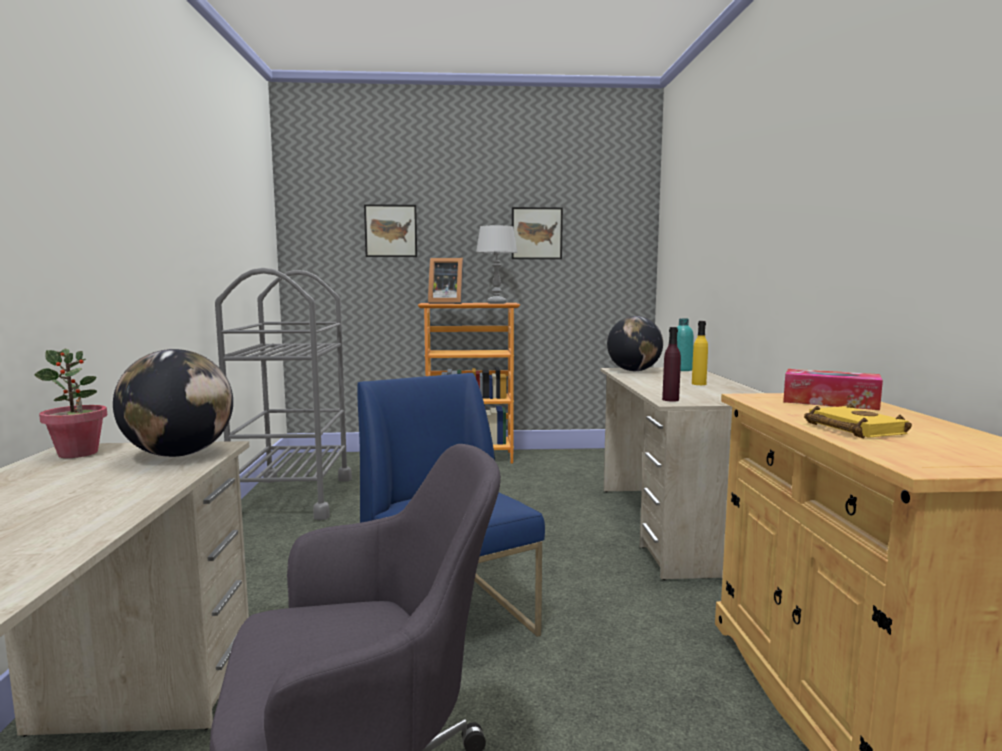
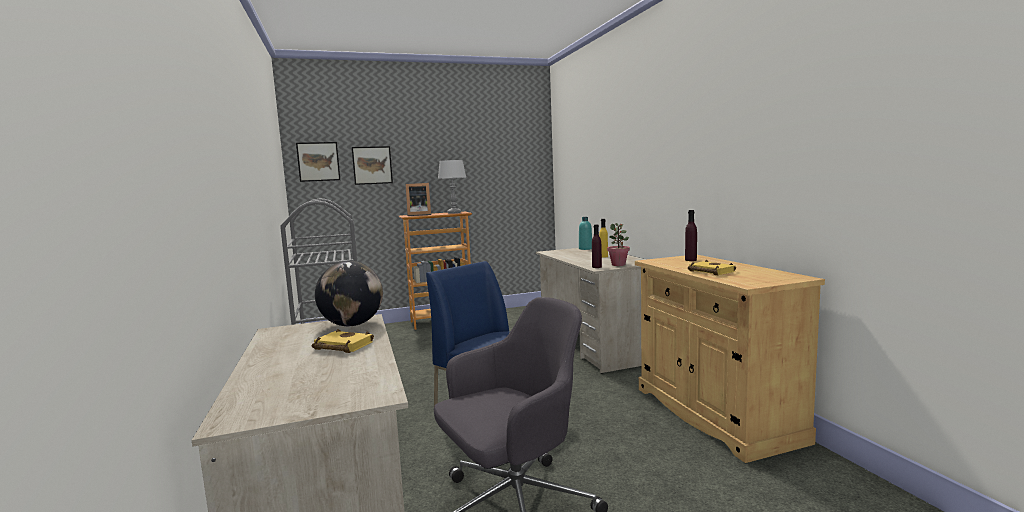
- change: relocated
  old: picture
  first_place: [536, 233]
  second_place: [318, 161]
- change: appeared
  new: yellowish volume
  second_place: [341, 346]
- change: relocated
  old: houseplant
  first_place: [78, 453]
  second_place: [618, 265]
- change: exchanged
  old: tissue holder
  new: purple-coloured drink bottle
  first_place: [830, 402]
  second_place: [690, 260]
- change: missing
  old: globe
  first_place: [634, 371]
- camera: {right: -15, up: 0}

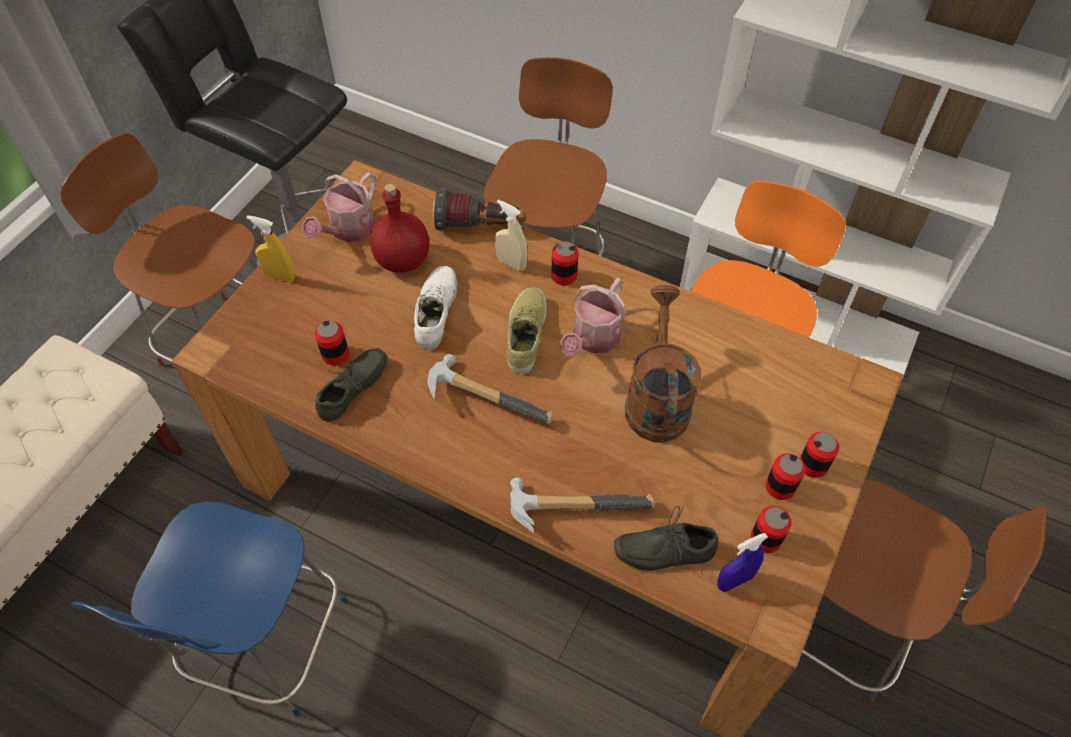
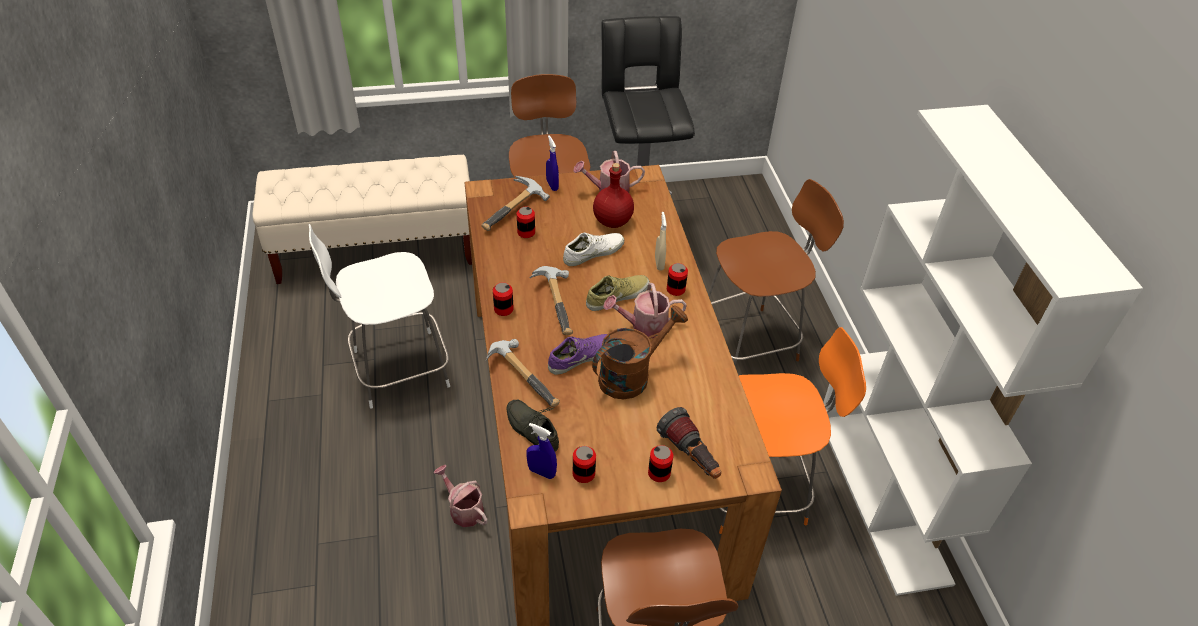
- change: colour
  old: bluish upright chair
  new: whitish upright chair
  first_place: [265, 645]
  second_place: [397, 369]
- change: appeared
  new: sprinkling can
  second_place: [463, 509]
- change: appeared
  new: hammer
  second_place: [516, 212]
- change: relocated
  old: can
  first_place: [780, 487]
  second_place: [503, 309]
- change: colour
  old: yellowish spray bottle
  new: bluish spray bottle
  first_place: [280, 276]
  second_place: [552, 185]
- change: appeared
  new: purple-coloured low shoe
  second_place: [581, 356]
- change: relocated
  old: torch
  first_place: [480, 227]
  second_place: [690, 457]
- change: missing
  old: gray low shoe
  first_place: [355, 390]
- camera: {right: 50, up: -10}

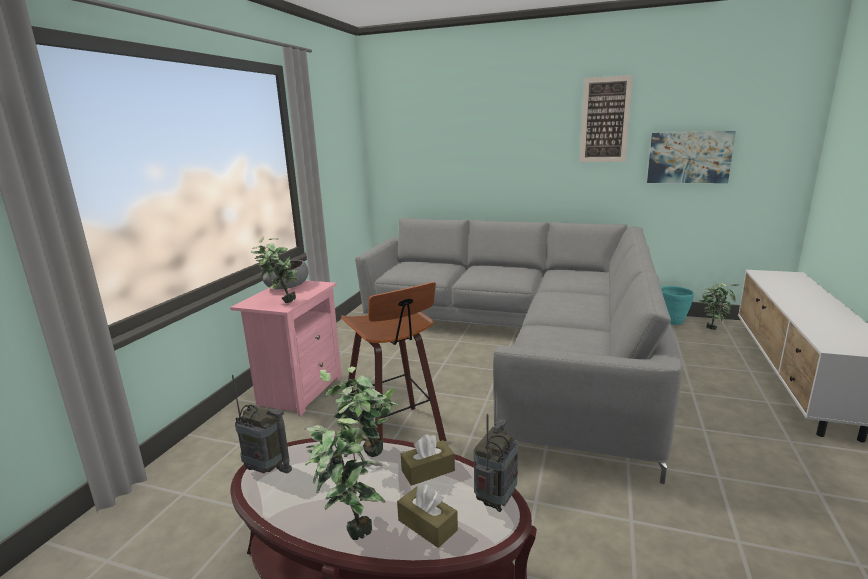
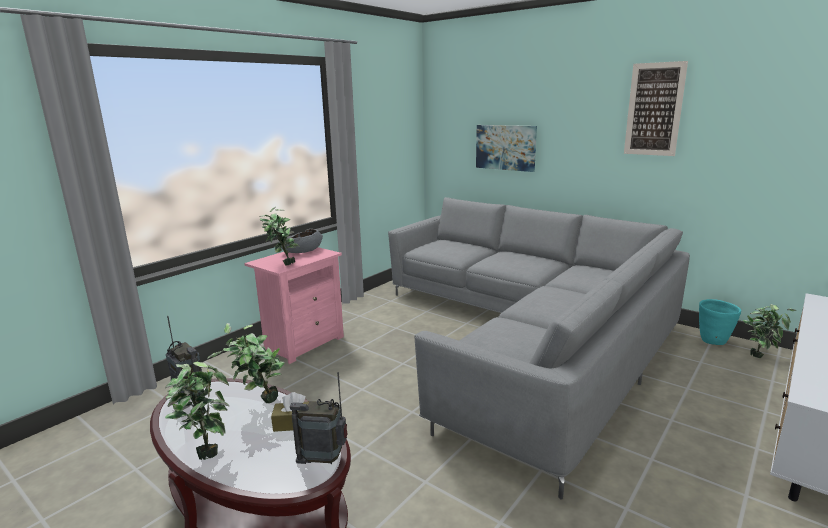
- change: spun
  old: radio set
  first_place: [495, 500]
  second_place: [323, 460]
  degrees: -135
- change: relocated
  old: picture
  first_place: [689, 157]
  second_place: [505, 147]
- change: missing
  old: stool seat
  first_place: [397, 437]
- change: missing
  old: brown-coloured tissue holder
  first_place: [427, 525]
- camera: {right: 20, up: 0}

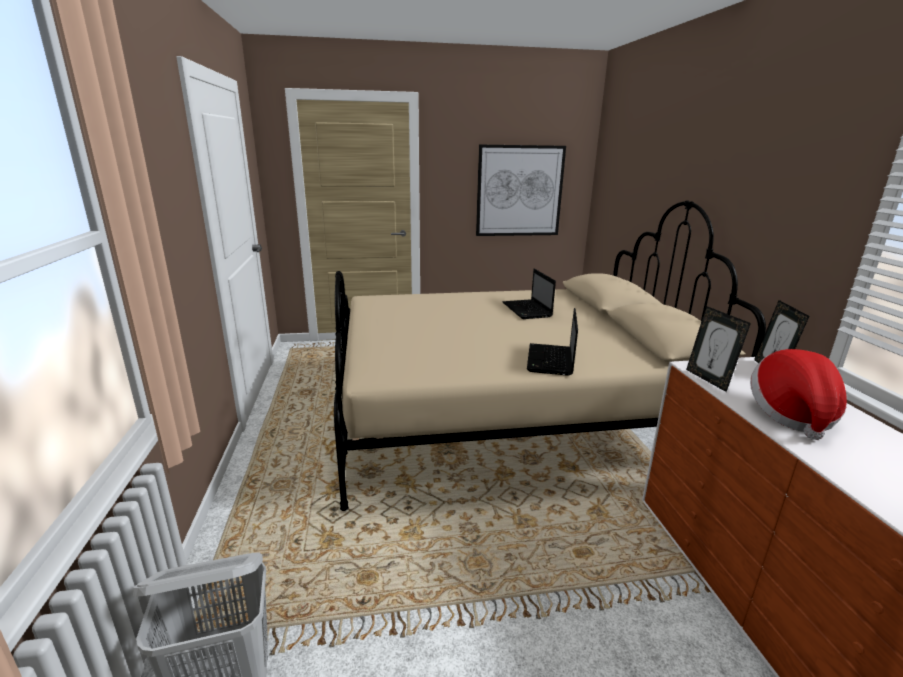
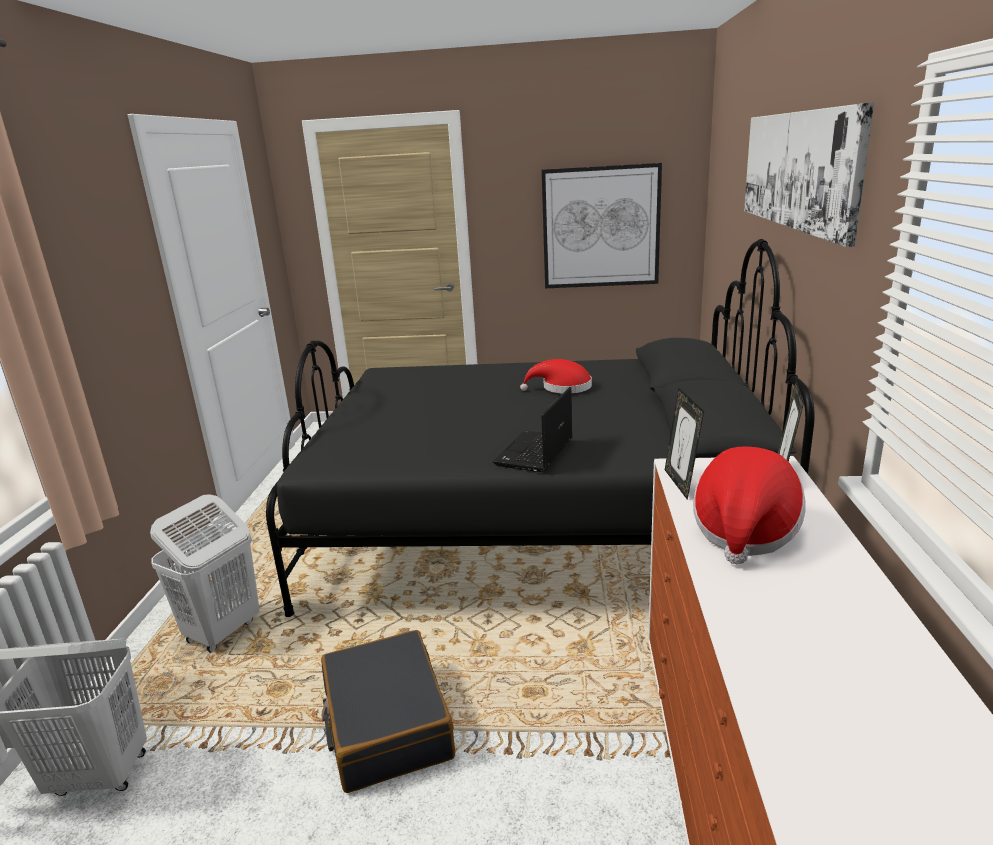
- change: appeared
  new: whitish washing basket
  second_place: [222, 632]
- change: colour
  old: beige bedroom bed
  new: blackish bedroom bed
  first_place: [507, 417]
  second_place: [534, 524]
- change: appeared
  new: blackish suitcase
  second_place: [386, 723]
- change: exchanged
  old: portable computer
  new: reddish clothing hat
  first_place: [527, 310]
  second_place: [562, 388]
- change: appeared
  new: picture
  second_place: [797, 169]
- camera: {right: 15, up: 0}

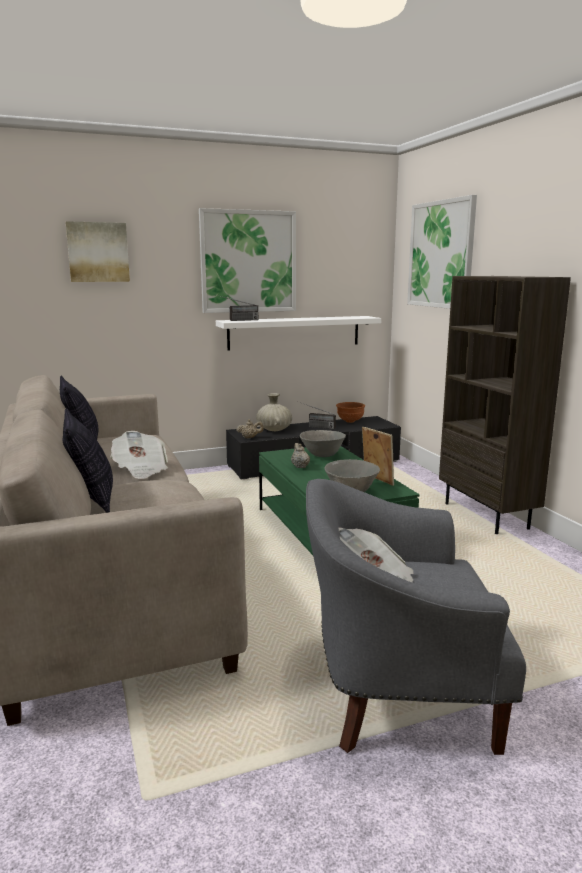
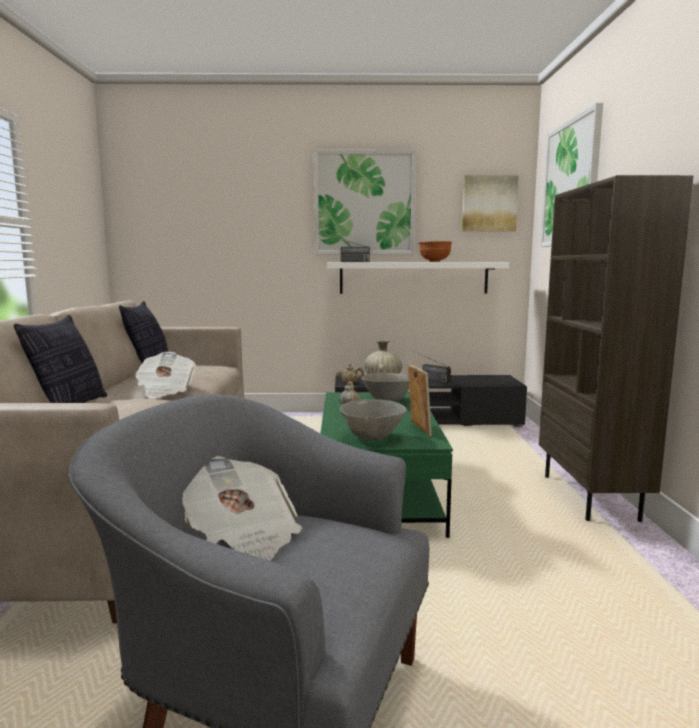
- change: relocated
  old: brown-coloured serving bowl
  first_place: [350, 421]
  second_place: [434, 262]
- change: relocated
  old: picture
  first_place: [98, 252]
  second_place: [489, 203]
- camera: {right: 20, up: -5}

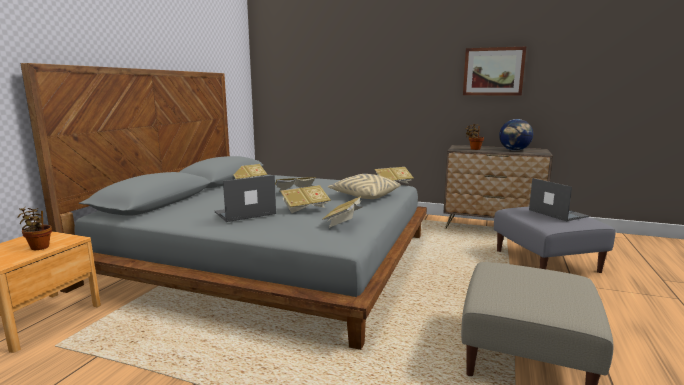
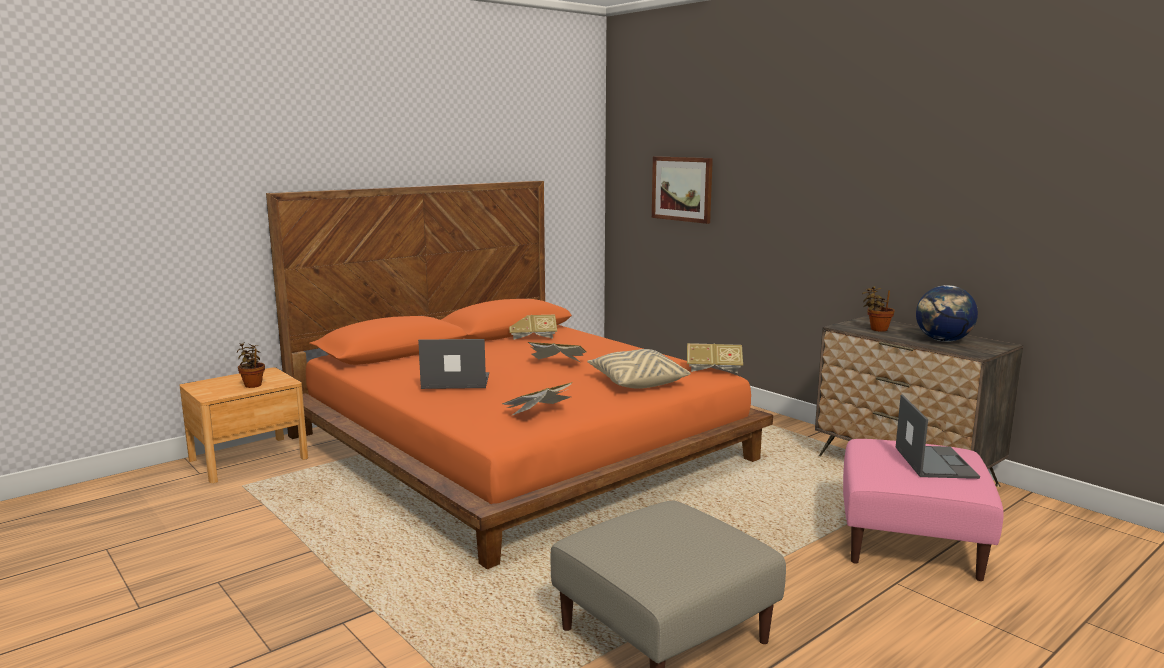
- change: colour
  old: gray bedroom bed
  new: orangey bedroom bed
  first_place: [271, 258]
  second_place: [520, 447]
- change: relocated
  old: picture
  first_place: [493, 71]
  second_place: [682, 189]
- change: colour
  old: gray ottoman
  new: pink ottoman
  first_place: [545, 261]
  second_place: [909, 540]
- change: missing
  old: volume
  first_place: [305, 208]
- camera: {right: 30, up: 0}

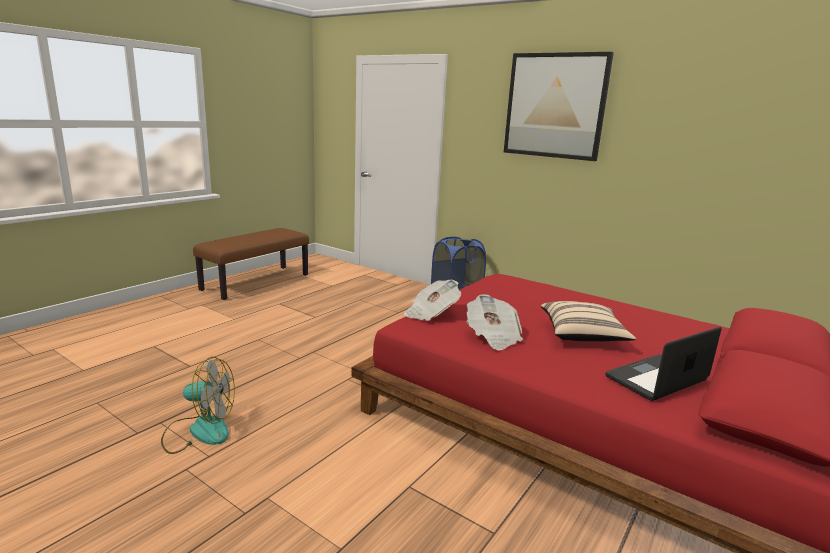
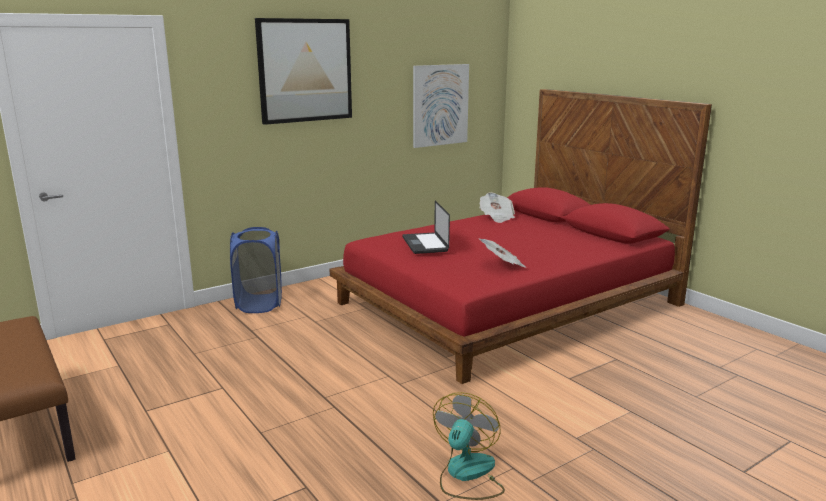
- change: relocated
  old: portable computer
  first_place: [656, 379]
  second_place: [425, 244]
- change: appeared
  new: picture
  second_place: [440, 105]
- change: relocated
  old: newspaper
  first_place: [431, 314]
  second_place: [496, 217]
- change: missing
  old: beige pillow
  first_place: [583, 335]
- camera: {right: -70, up: 0}

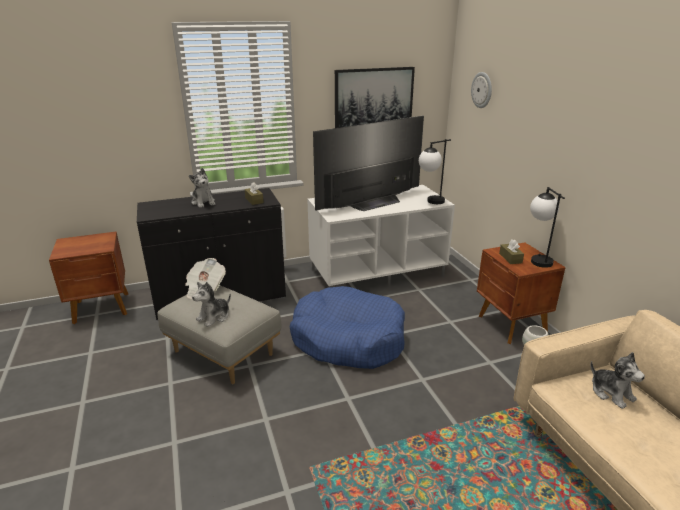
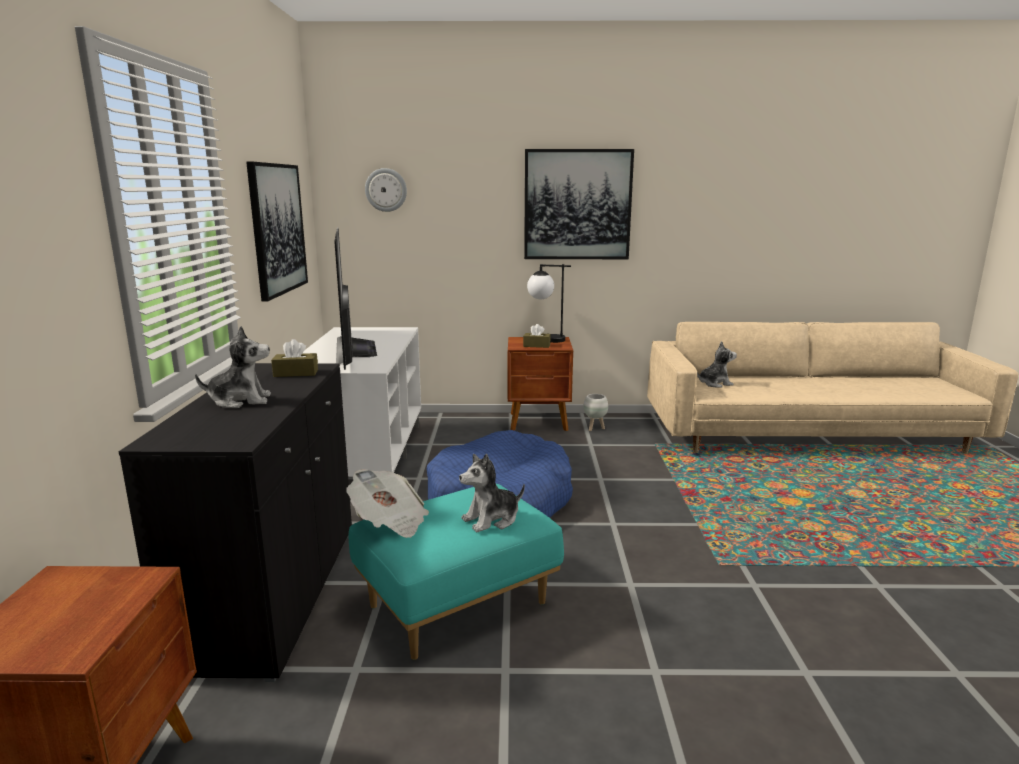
- change: colour
  old: gray ottoman
  new: turquoise-coloured ottoman
  first_place: [224, 353]
  second_place: [458, 604]
- change: spun
  old: plush toy
  first_place: [214, 317]
  second_place: [491, 519]
  degrees: 90
- change: appeared
  new: picture
  second_place: [577, 205]
- change: missing
  old: tabletop lamp
  first_place: [430, 202]
- camera: {right: -70, up: -10}

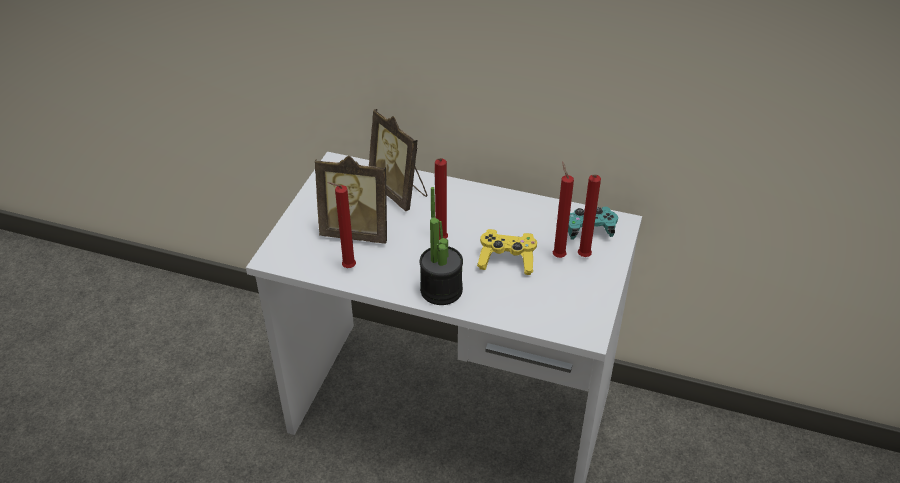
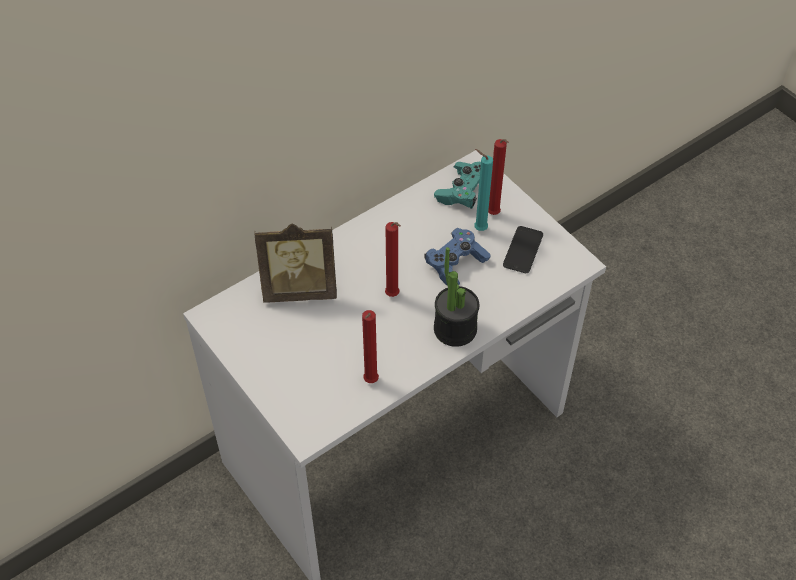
- change: colour
  old: yellowish game controller
  new: bluish game controller
  first_place: [507, 260]
  second_place: [456, 264]
- change: colour
  old: reddish candle
  new: turquoise-coloured candle
  first_place: [558, 255]
  second_place: [478, 229]
- change: appeared
  new: phone
  second_place: [523, 250]
- change: missing
  old: picture frame
  first_place: [357, 231]
- camera: {right: -55, up: 10}

